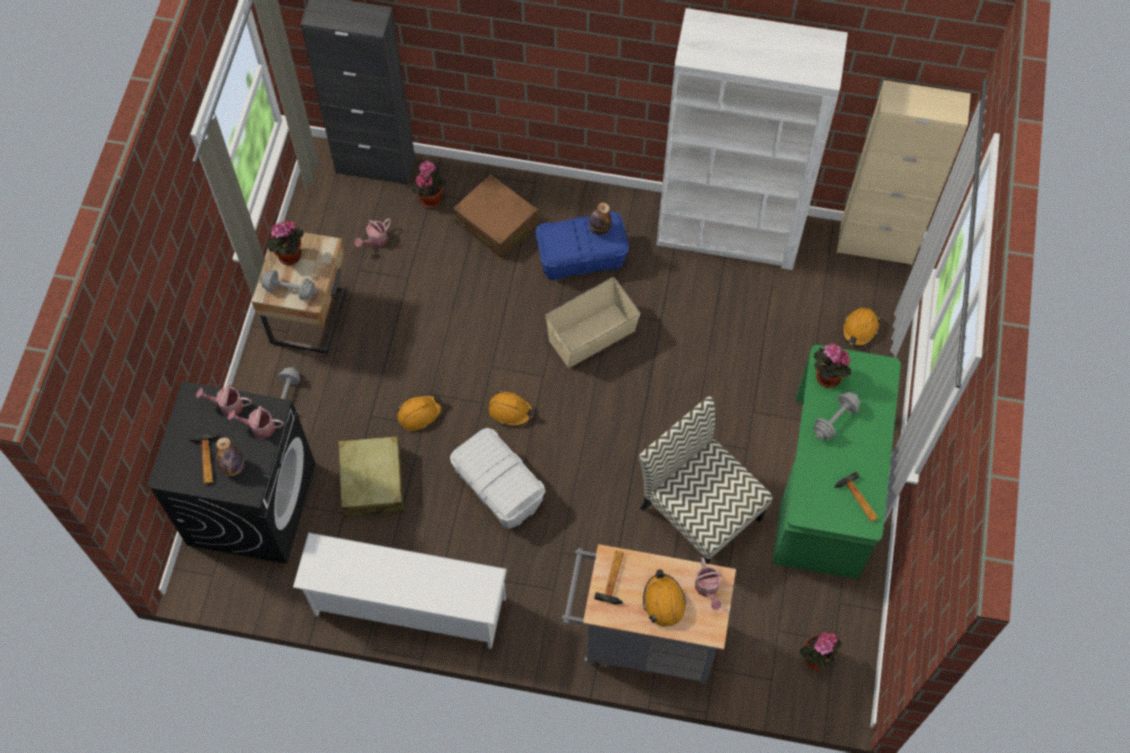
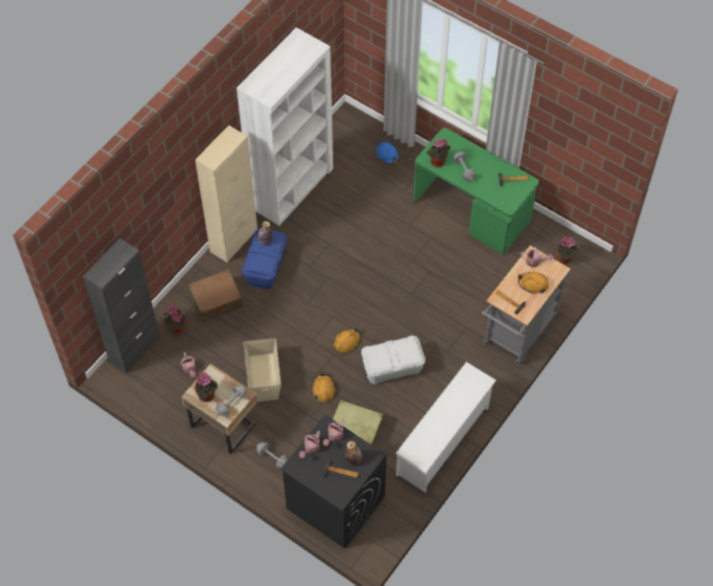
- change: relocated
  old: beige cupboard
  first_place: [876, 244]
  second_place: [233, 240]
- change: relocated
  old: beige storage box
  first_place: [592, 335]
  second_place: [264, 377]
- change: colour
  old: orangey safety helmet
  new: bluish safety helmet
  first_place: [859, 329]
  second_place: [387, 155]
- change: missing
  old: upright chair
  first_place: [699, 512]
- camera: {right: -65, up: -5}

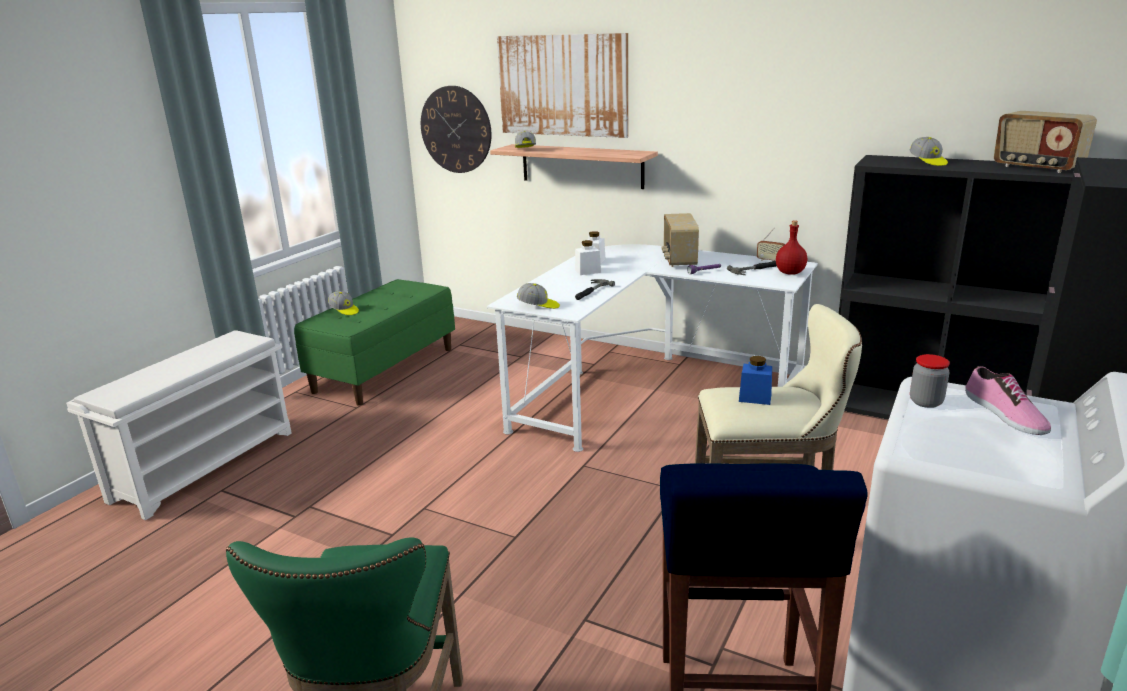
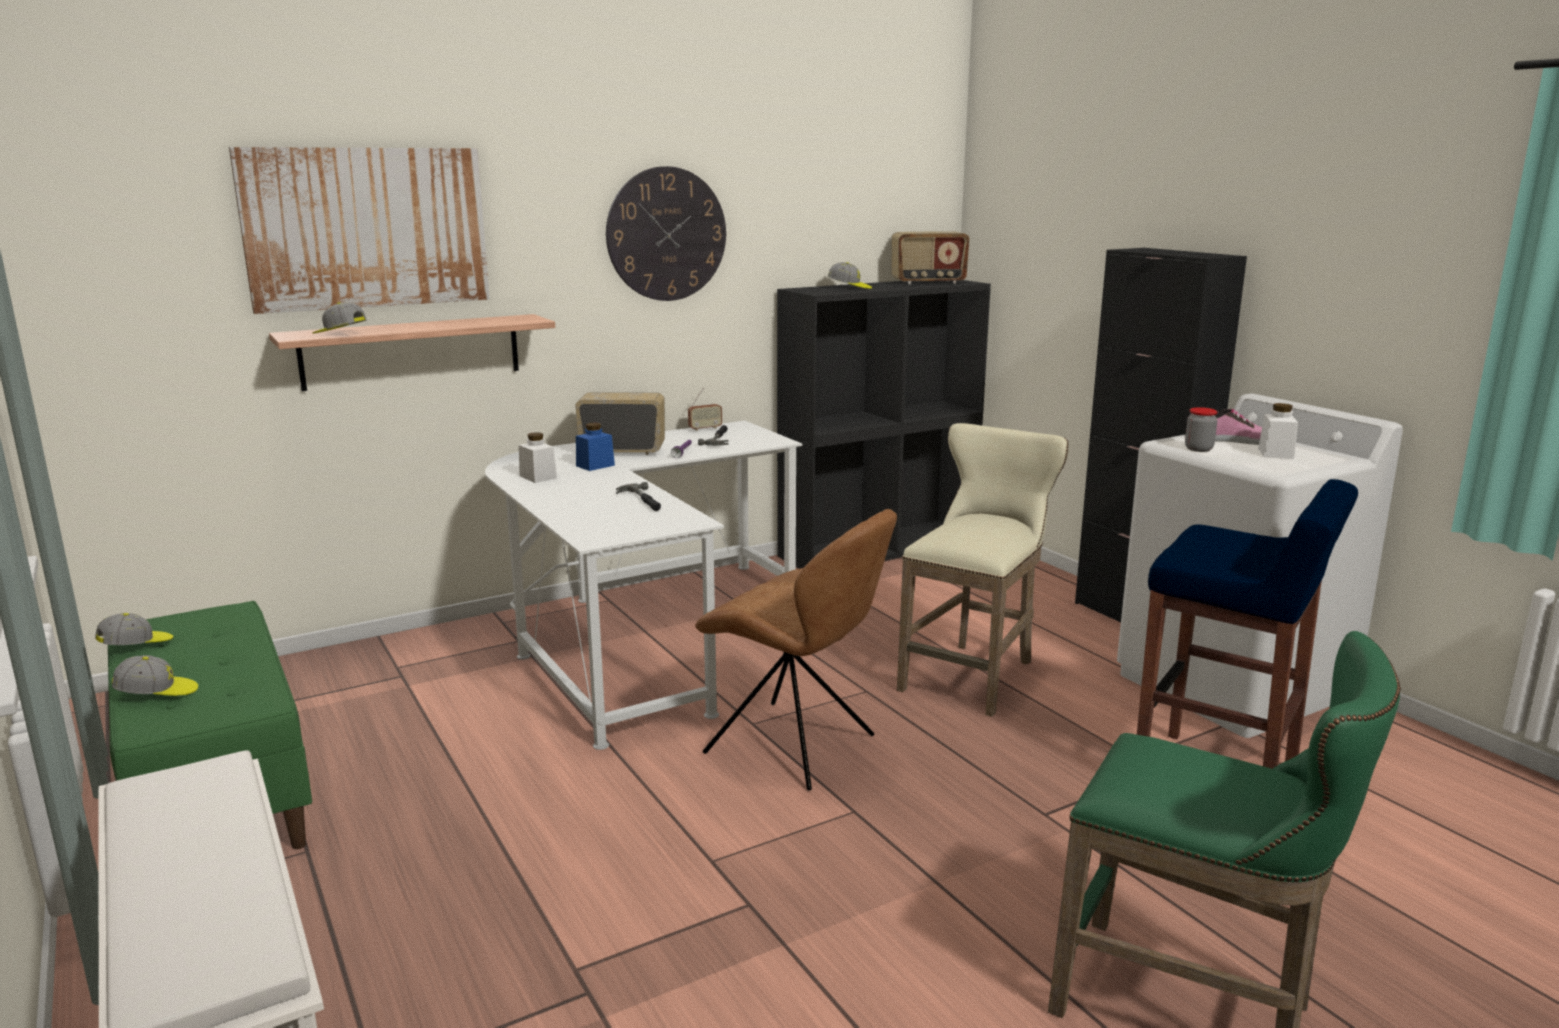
- change: relocated
  old: cap
  first_place: [538, 306]
  second_place: [137, 646]
- change: spun
  old: radio set
  first_place: [679, 260]
  second_place: [623, 451]
  degrees: 150
- change: relocated
  old: bluish jar
  first_place: [755, 398]
  second_place: [595, 465]
- change: relocated
  old: wall clock
  first_place: [456, 129]
  second_place: [666, 234]
- change: appeared
  new: brown-coloured upright chair
  second_place: [795, 746]
- change: relocated
  old: whitish jar
  first_place: [587, 271]
  second_place: [1275, 453]
- change: missing
  old: reddish drink bottle
  first_place: [790, 273]
- camera: {right: -60, up: -5}

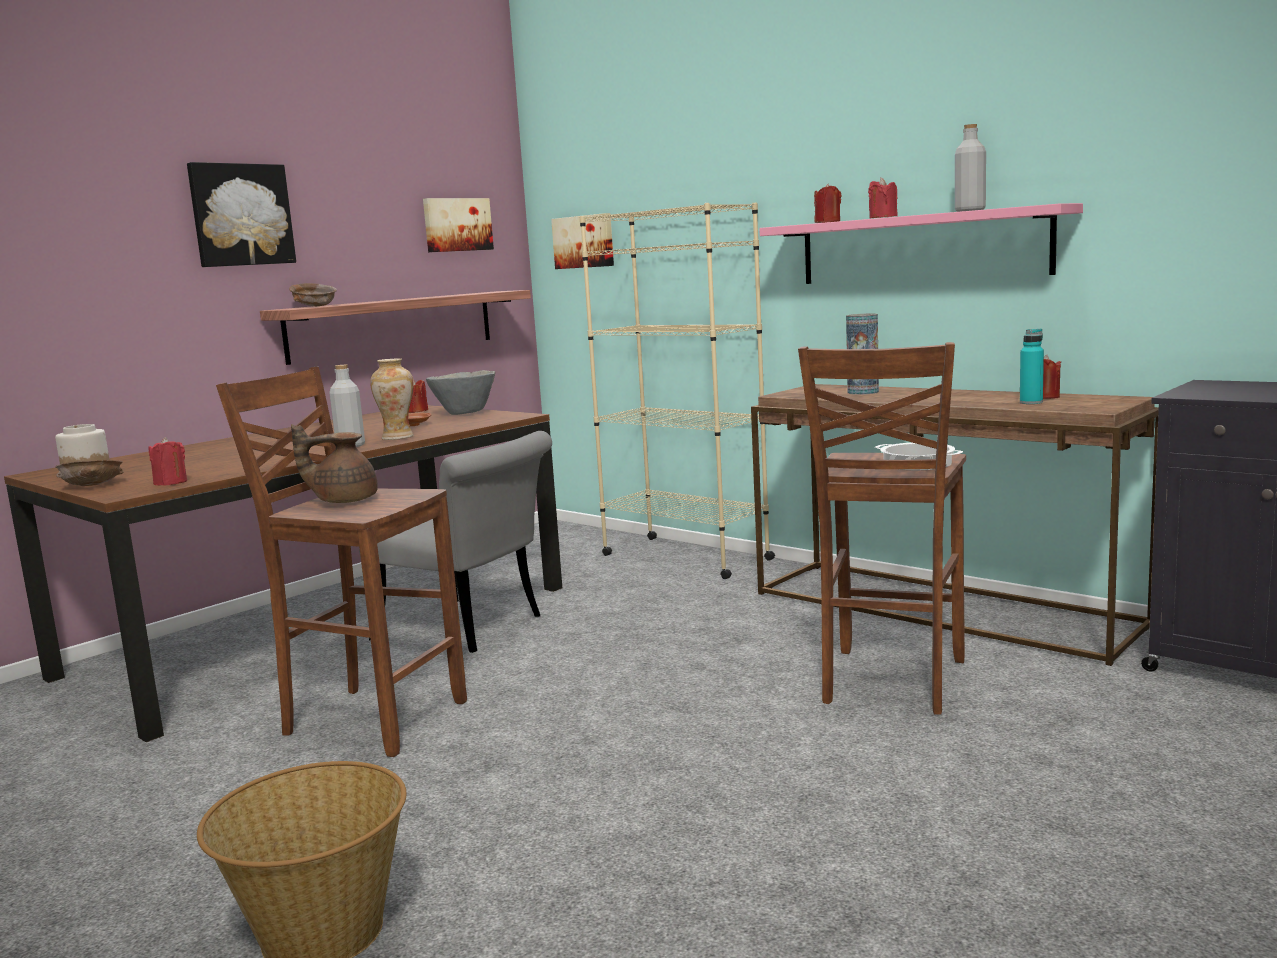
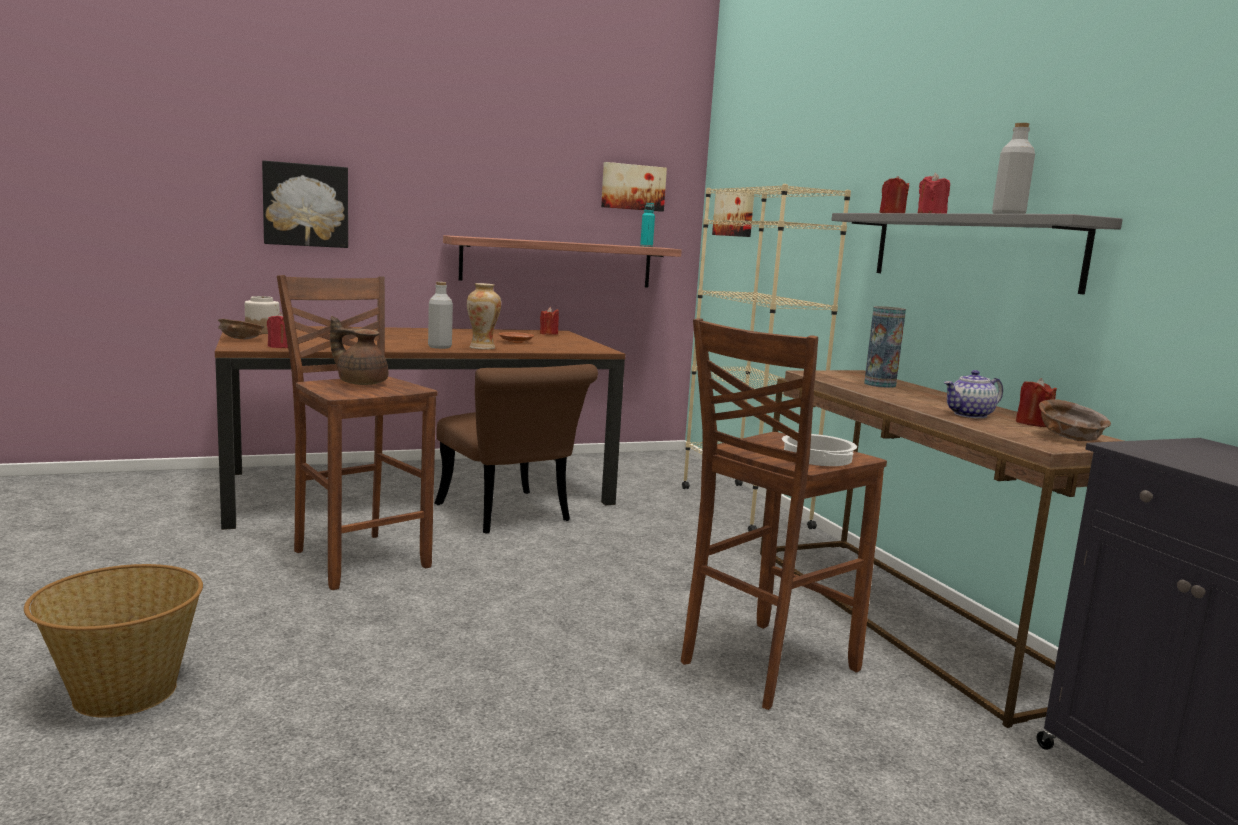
- change: relocated
  old: picture
  first_place: [241, 215]
  second_place: [306, 205]
- change: colour
  old: gray upright chair
  new: brown-coloured upright chair
  first_place: [471, 629]
  second_place: [509, 516]
- change: relocated
  old: turquoise-coloured drink bottle
  first_place: [1031, 402]
  second_place: [646, 246]
- change: colour
  old: pink wall shelf
  new: gray wall shelf
  first_place: [920, 248]
  second_place: [970, 249]
- change: appeared
  new: tea pot
  second_place: [970, 415]
- change: relocated
  old: brown-coloured serving bowl
  first_place: [314, 306]
  second_place: [1069, 438]
- change: missing
  old: gray serving bowl
  first_place: [464, 413]
- camera: {right: 25, up: 0}

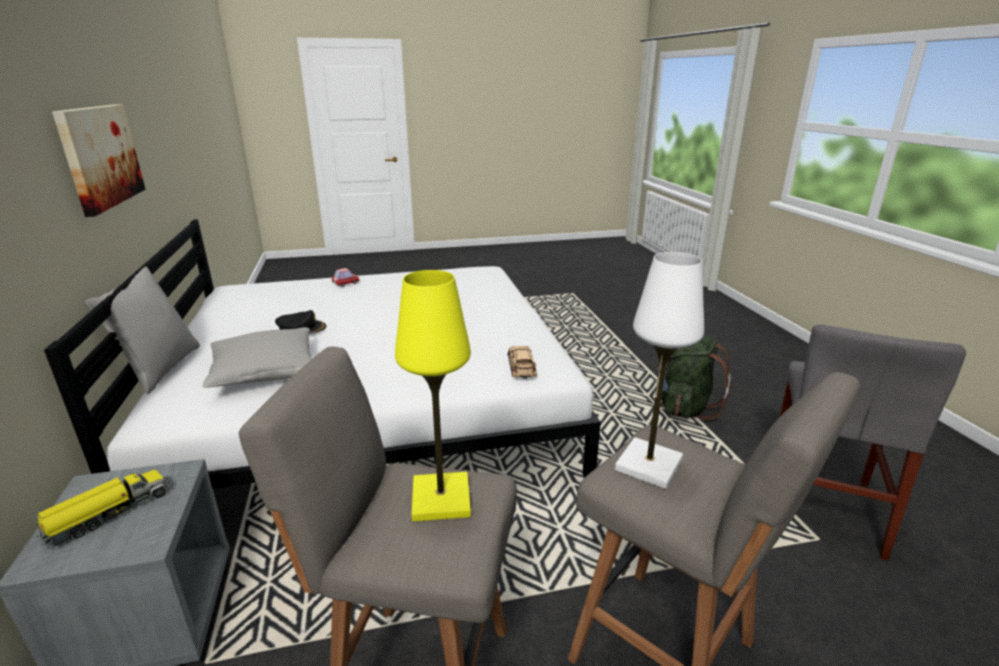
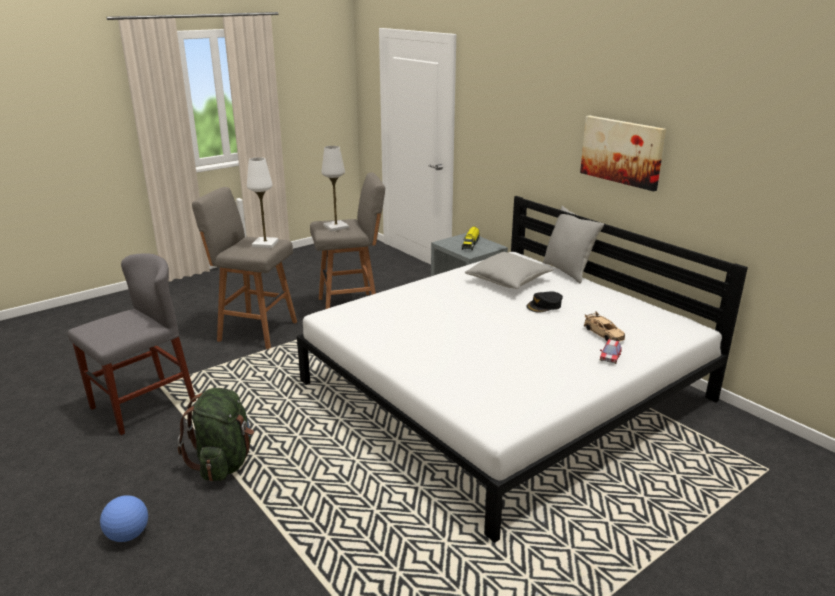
- change: spun
  old: gray upright chair
  first_place: [821, 505]
  second_place: [143, 405]
  degrees: 45
- change: appeared
  new: football ball
  second_place: [128, 535]
- change: colour
  old: yellowish tabletop lamp
  new: whitish tabletop lamp
  first_place: [440, 499]
  second_place: [336, 227]
- change: relocated
  old: beige toy car
  first_place: [521, 366]
  second_place: [603, 333]
- camera: {right: 155, up: 0}

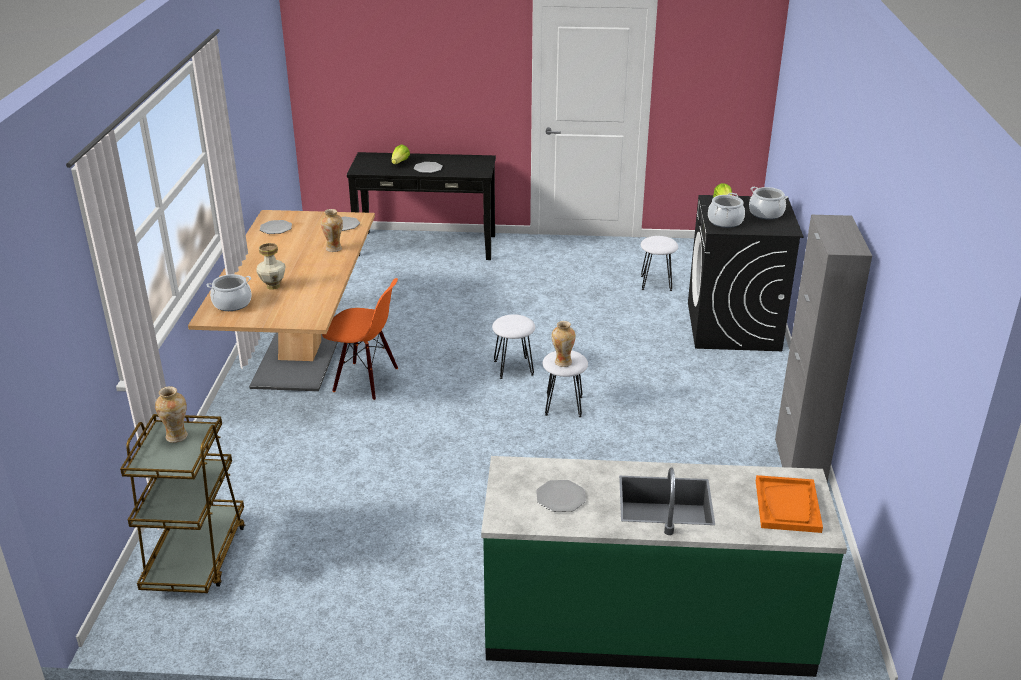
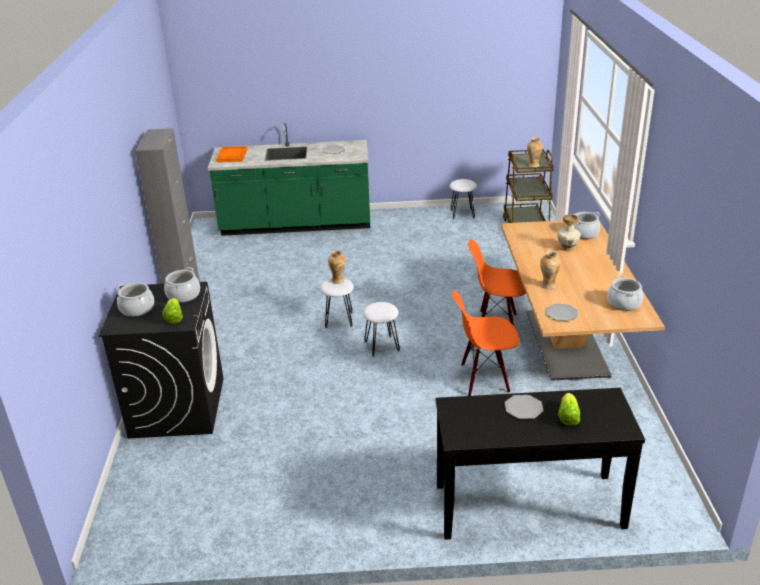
- change: relocated
  old: whitish stool seat
  first_place: [656, 283]
  second_place: [462, 214]
- change: appeared
  new: orangey upright chair
  second_place: [484, 379]
- change: exchanged
  old: flat dish
  new: stockpot
  first_place: [276, 228]
  second_place: [623, 303]
- camera: {right: 175, up: 0}

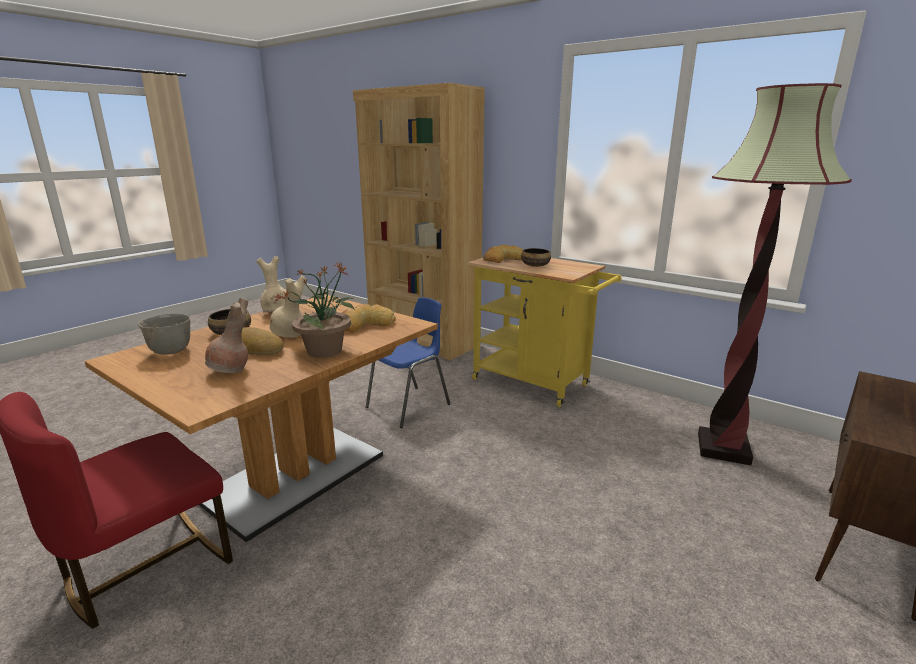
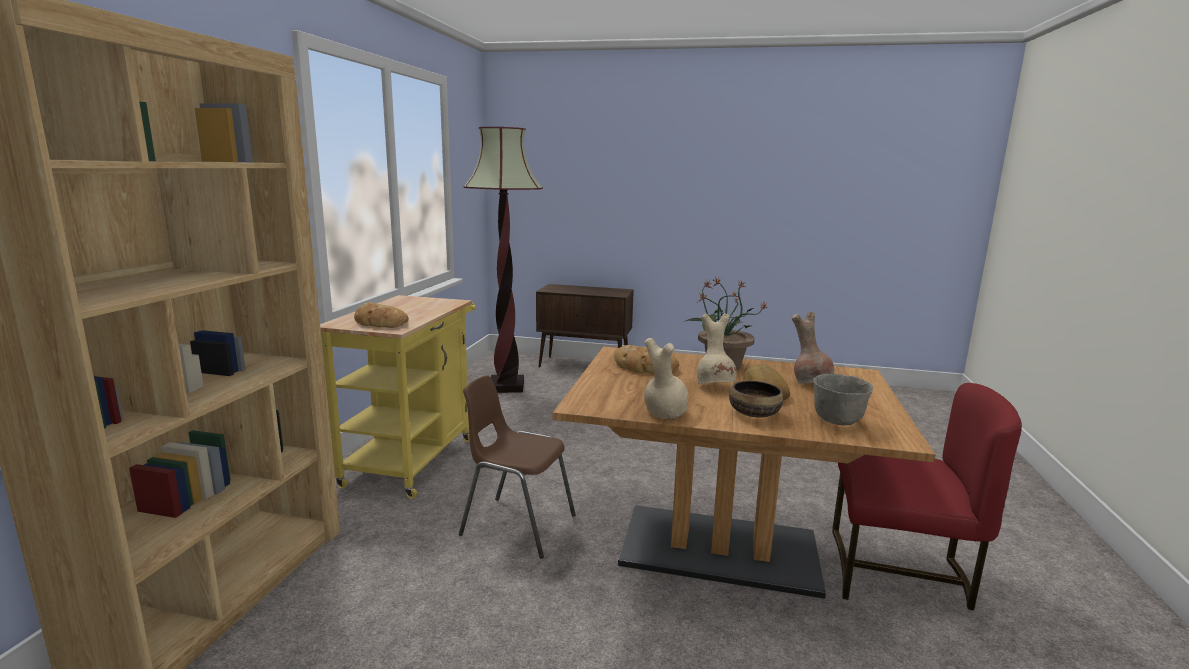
- change: colour
  old: bluish upright chair
  new: brown-coloured upright chair
  first_place: [409, 406]
  second_place: [517, 525]
- change: missing
  old: serving bowl
  first_place: [535, 265]
- camera: {right: -115, up: -5}

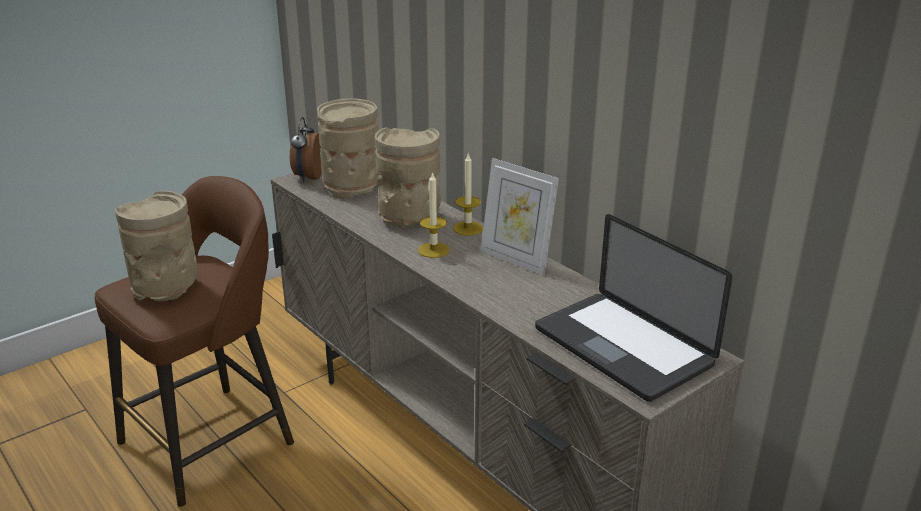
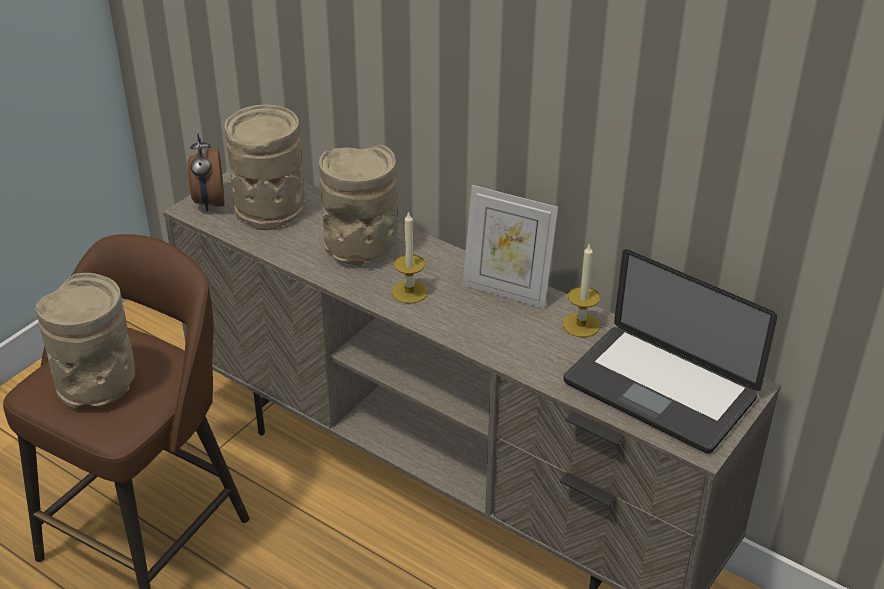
- change: relocated
  old: candle
  first_place: [467, 228]
  second_place: [581, 325]
- camera: {right: -15, up: 10}

